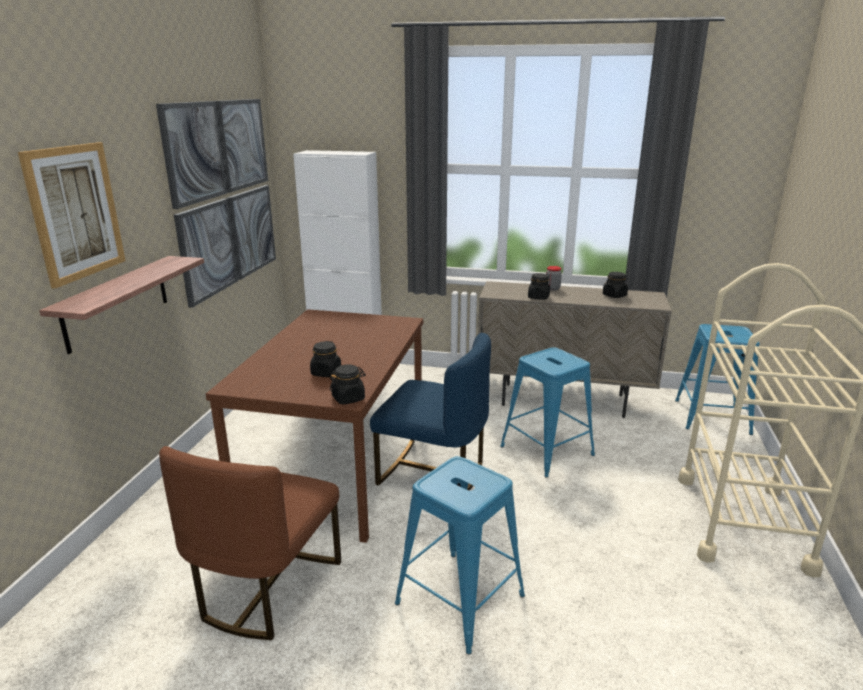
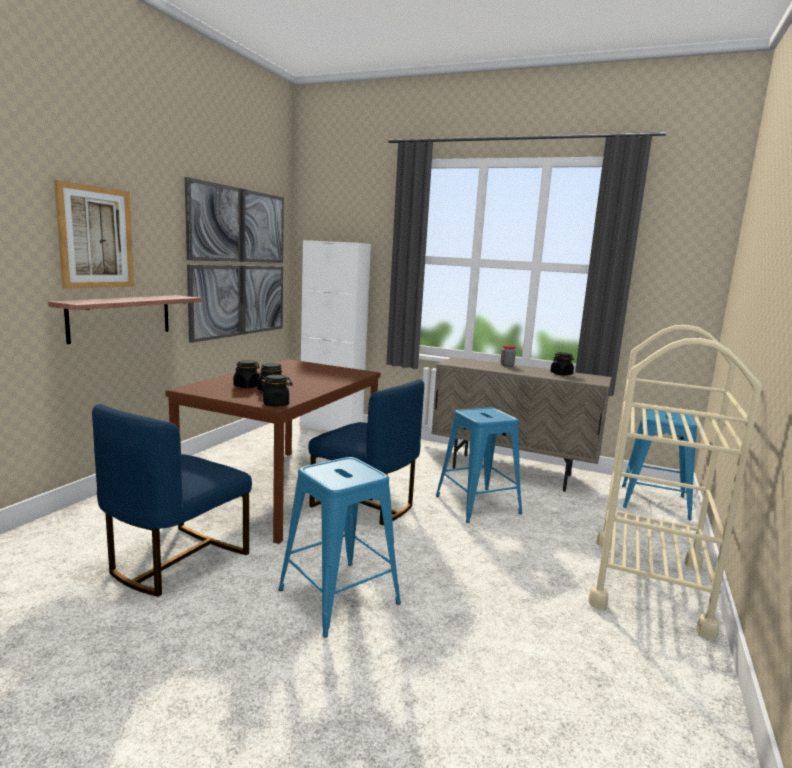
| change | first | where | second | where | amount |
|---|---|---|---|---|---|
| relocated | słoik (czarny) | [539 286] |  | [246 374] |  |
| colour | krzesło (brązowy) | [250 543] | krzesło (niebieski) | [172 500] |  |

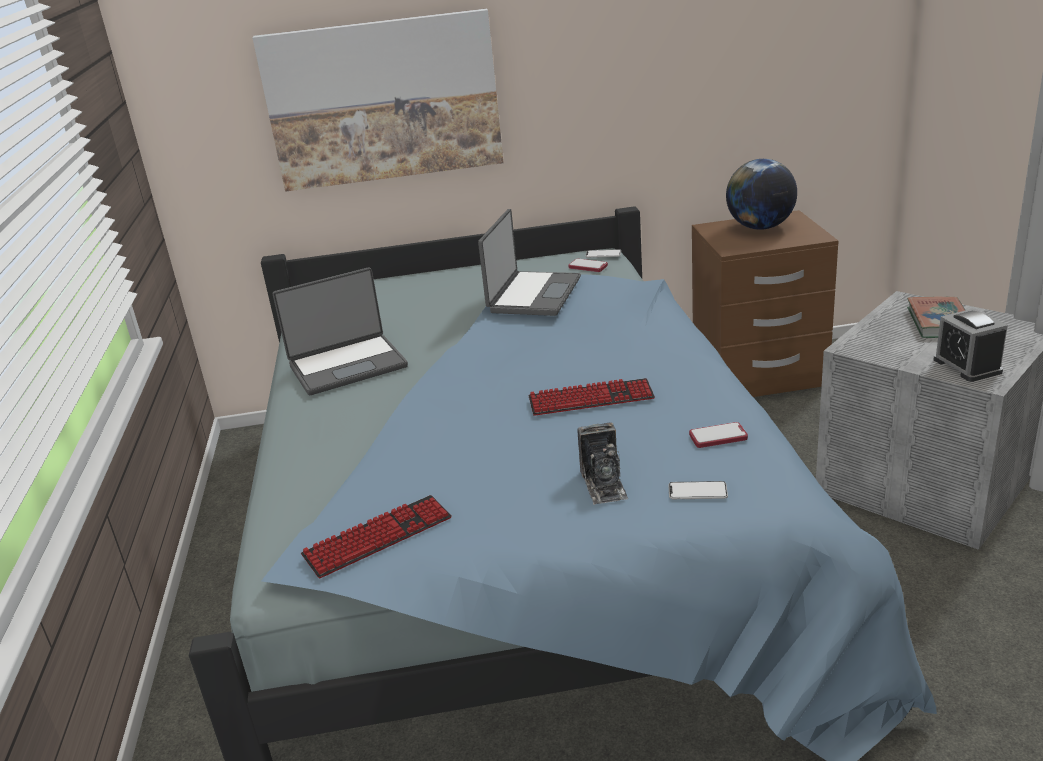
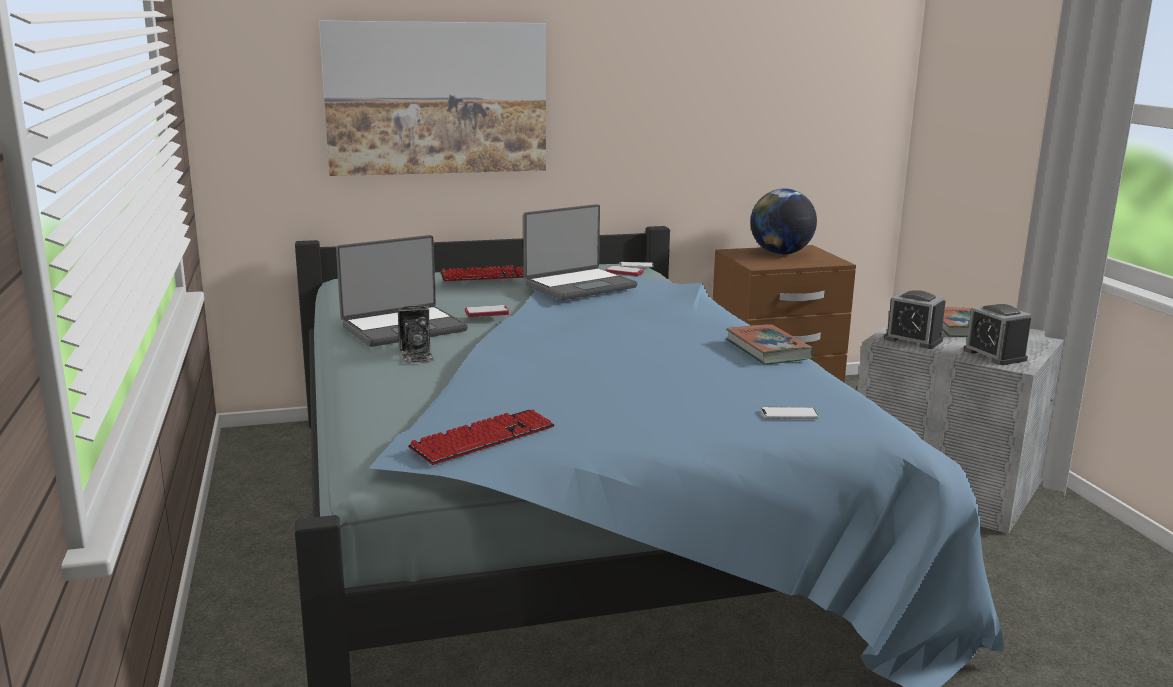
| change | first | where | second | where | amount |
|---|---|---|---|---|---|
| appeared |  |  | książka | [770 344] |  |
| appeared |  |  | budzik | [915 319] |  |
| relocated | klawiatura | [591 397] |  | [482 273] |  |
| relocated | aparat fotograficzny | [602 463] |  | [416 334] |  |
| relocated | telefon | [718 435] |  | [487 311] |  |
| spun | laptop | [529 262] |  | [580 252] | 45 degrees clockwise |

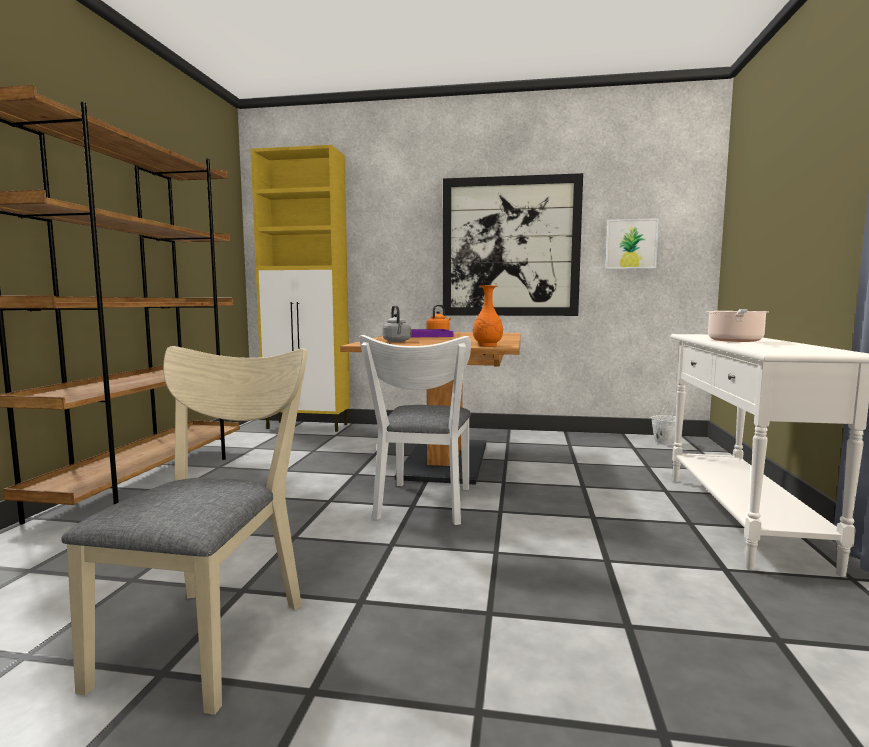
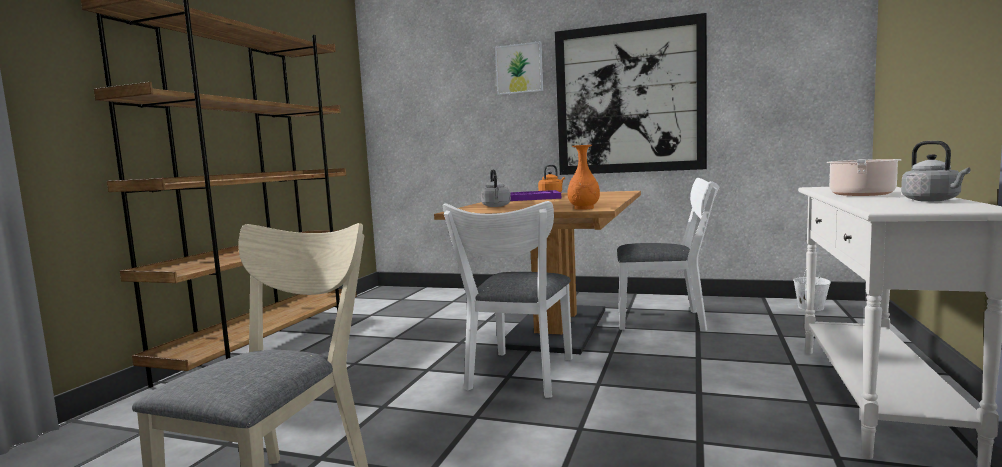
| change | first | where | second | where | amount |
|---|---|---|---|---|---|
| missing | szafka (żółty) | [300 288] |  |  |  |
| appeared |  |  | krzesło (biały) | [668 254] |  |
| appeared |  |  | czajnik (szary) | [935 171] |  |
| relocated | obraz | [632 243] |  | [519 68] |  |

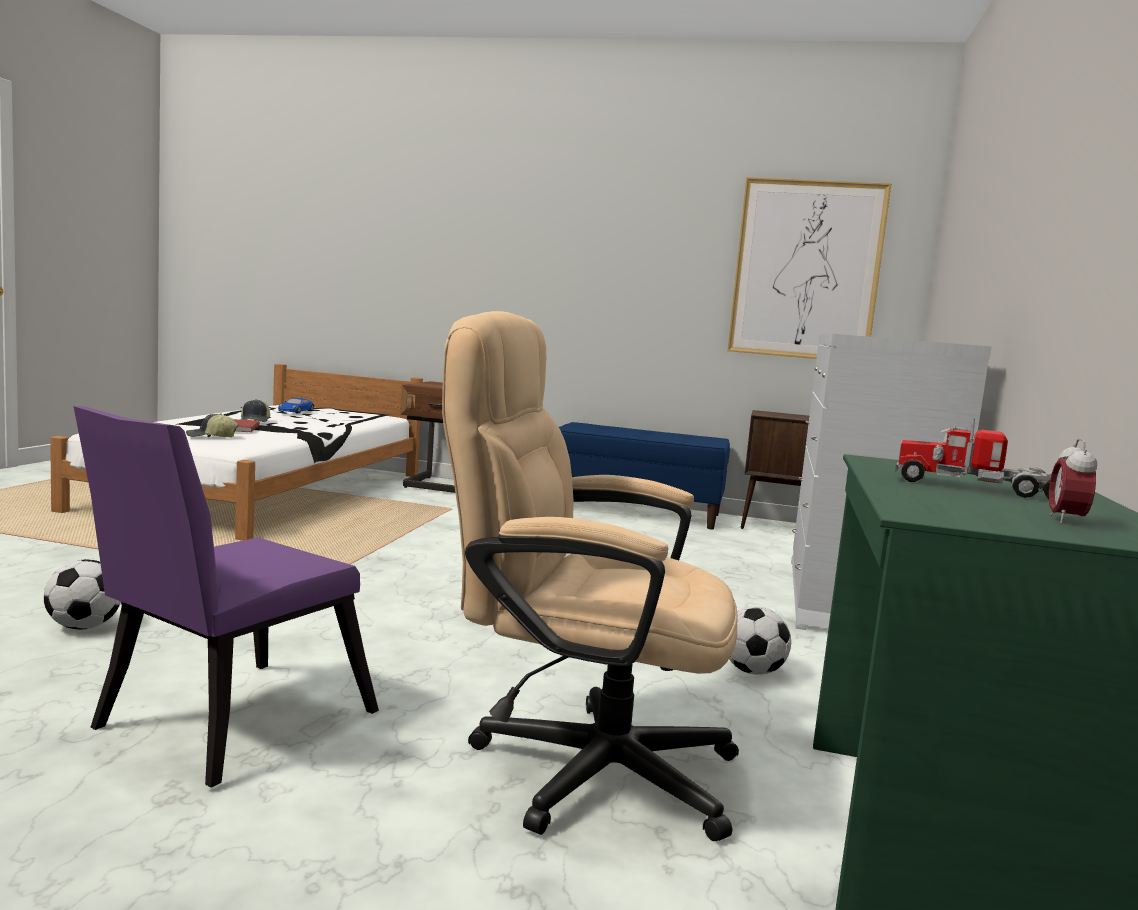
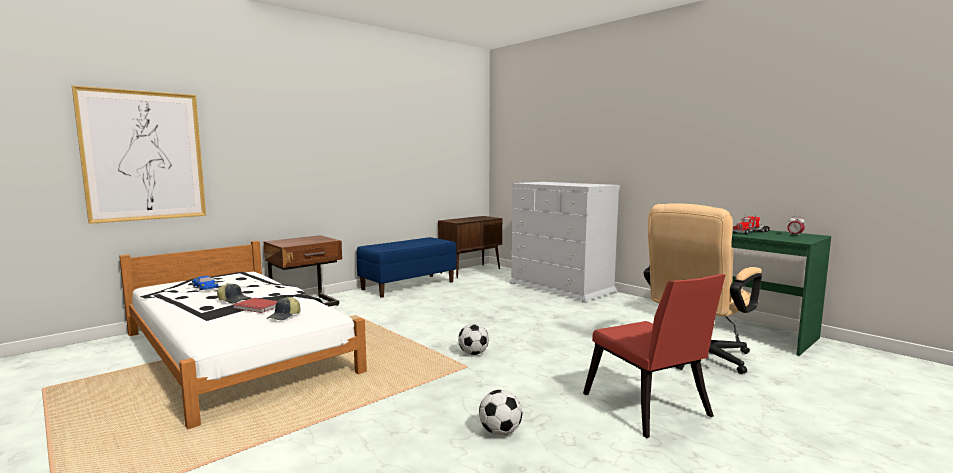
| change | first | where | second | where | amount |
|---|---|---|---|---|---|
| relocated | obraz | [809 268] |  | [139 154] |  |
| relocated | piłka futbolowa | [760 640] |  | [473 339] |  |
| colour | krzesło (fioletowy) | [226 597] | krzesło (czerwony) | [654 356] |  |

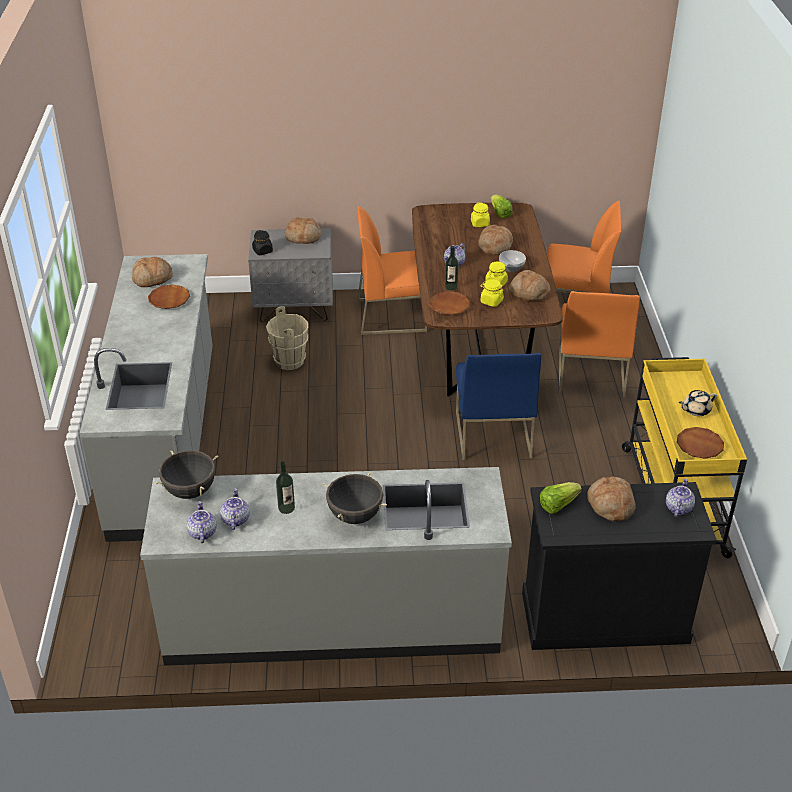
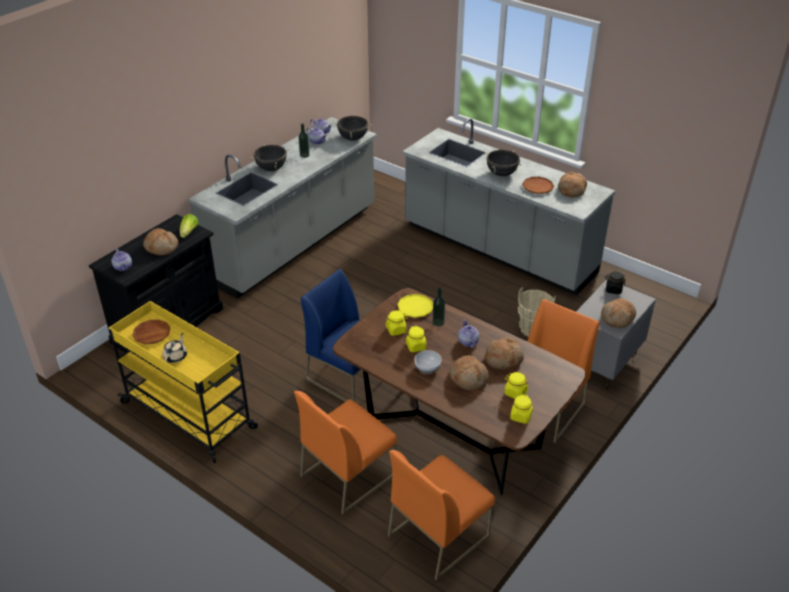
| change | first | where | second | where | amount |
|---|---|---|---|---|---|
| appeared |  |  | garnek (czarny) | [503 163] |  |
| relocated | chleb | [529 285] |  | [504 353] |  |
| exchanged | sałata | [501 206] | słoik (żółty) | [521 409] |  |
| colour | talerz (brązowy) | [449 303] | talerz (żółty) | [415 306] |  |
| spun | krzesło (pomarańczowy) | [599 344] |  | [345 452] | 90 degrees counterclockwise |

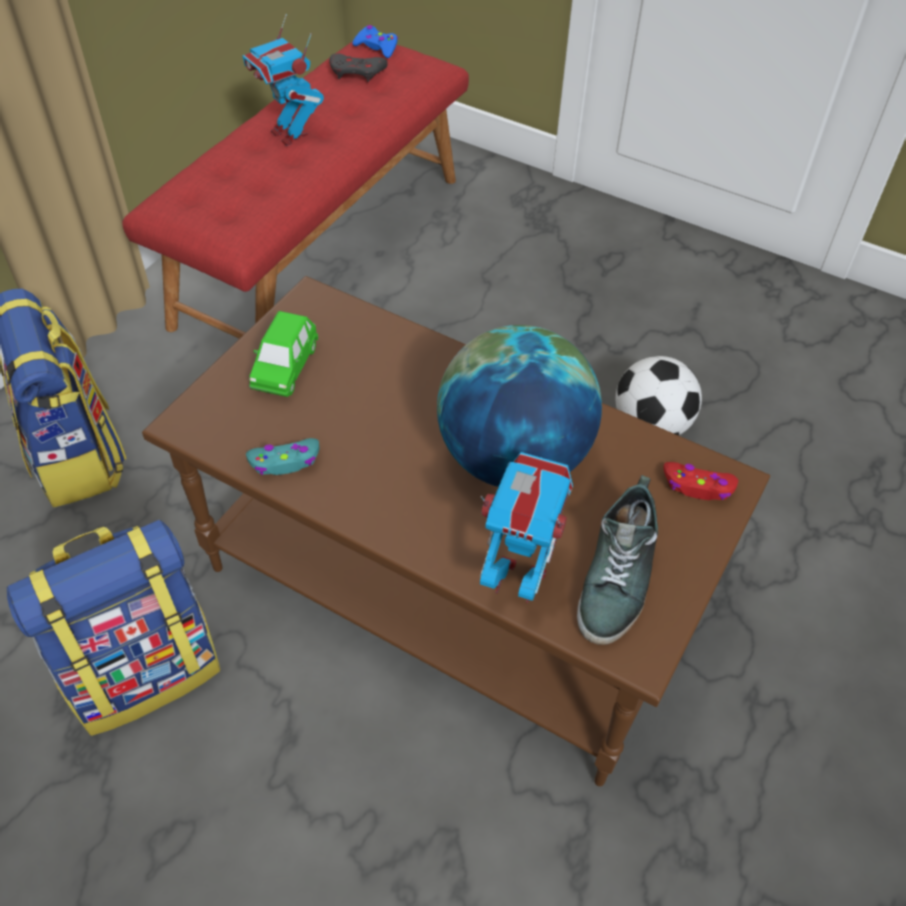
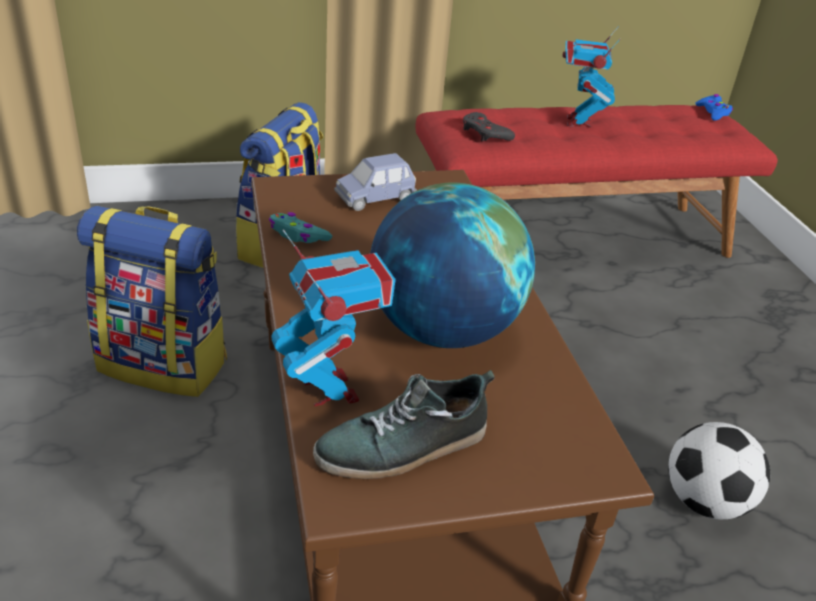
| change | first | where | second | where | amount |
|---|---|---|---|---|---|
| missing | pad do gier (czerwony) | [700 481] |  |  |  |
| relocated | pad do gier (szary) | [358 67] |  | [489 126] |  |
| colour | samochodzik (zielony) | [283 354] | samochodzik (niebieski) | [375 182] |  |

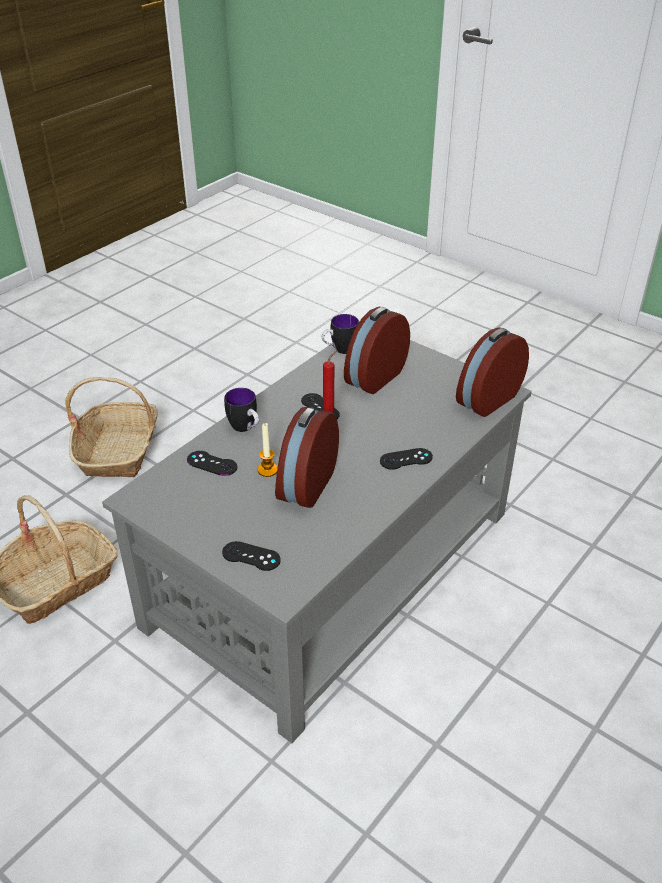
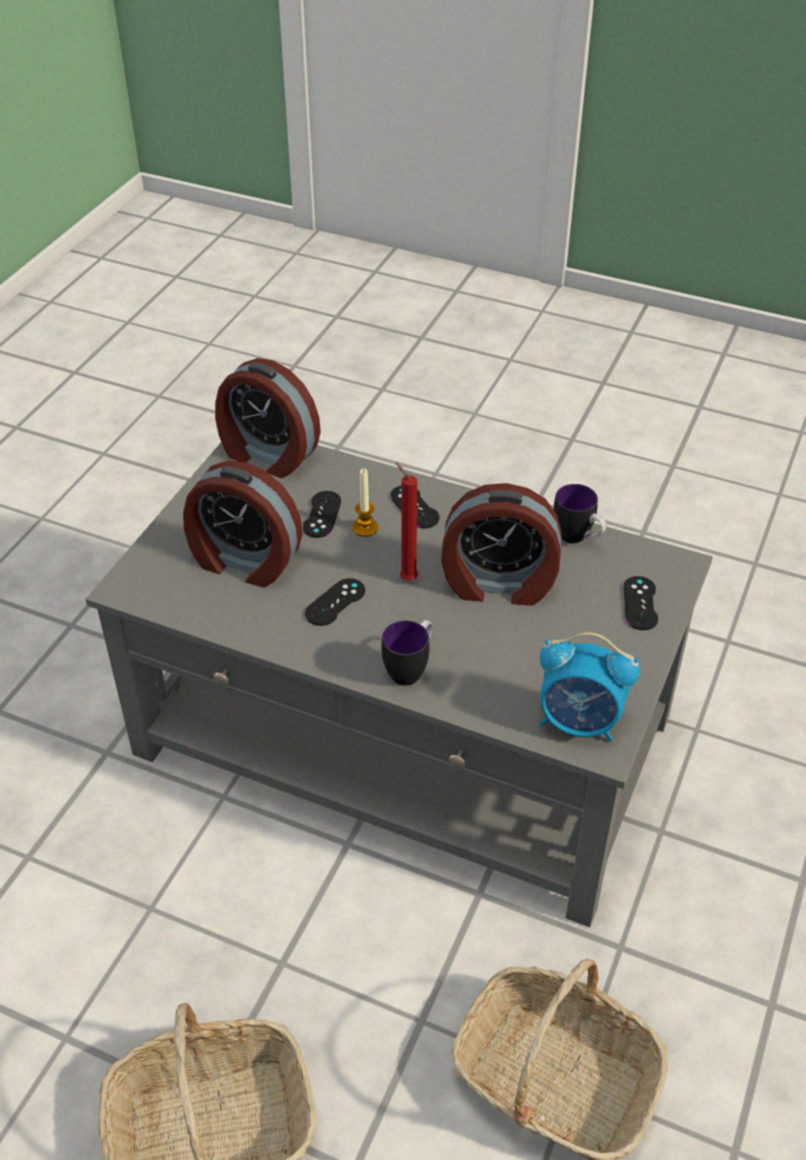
| change | first | where | second | where | amount |
|---|---|---|---|---|---|
| appeared |  |  | budzik | [589 686] |  |
| relocated | pad do gier (czarny) | [212 463] |  | [322 514] |  |
| relocated | świeca | [268 450] |  | [365 502] |  |
| relocated | kubek | [340 334] |  | [579 513] |  |

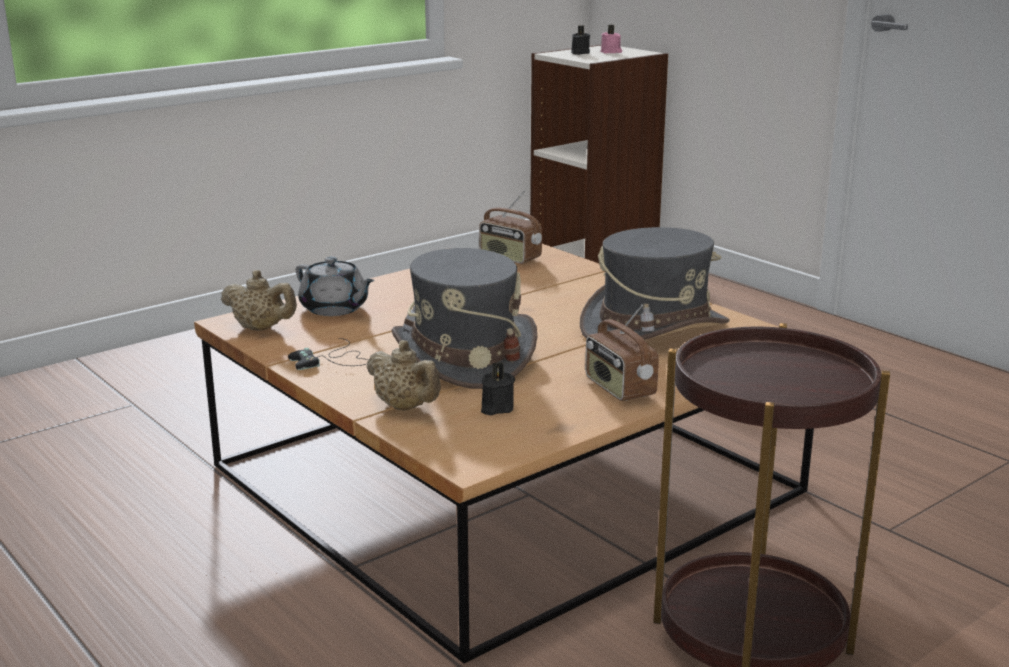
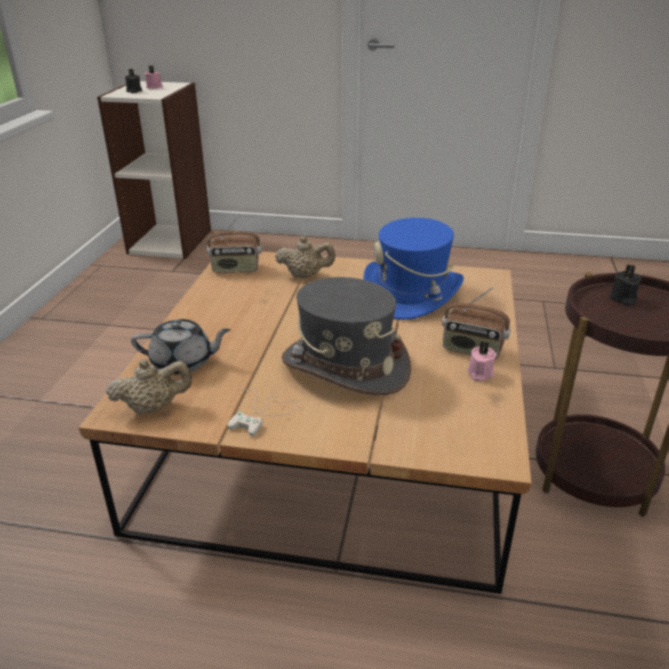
| change | first | where | second | where | amount |
|---|---|---|---|---|---|
| appeared |  |  | świeca (różowy) | [482 361] |  |
| relocated | imbryk (beżowy) | [403 375] |  | [305 257] |  |
| relocated | świeca (czarny) | [498 388] |  | [625 285] |  |
| colour | pad do gier (czarny) | [328 354] | pad do gier (biały) | [263 412] |  |
| colour | kapelusz (szary) | [655 283] | kapelusz (niebieski) | [413 269] |  |

